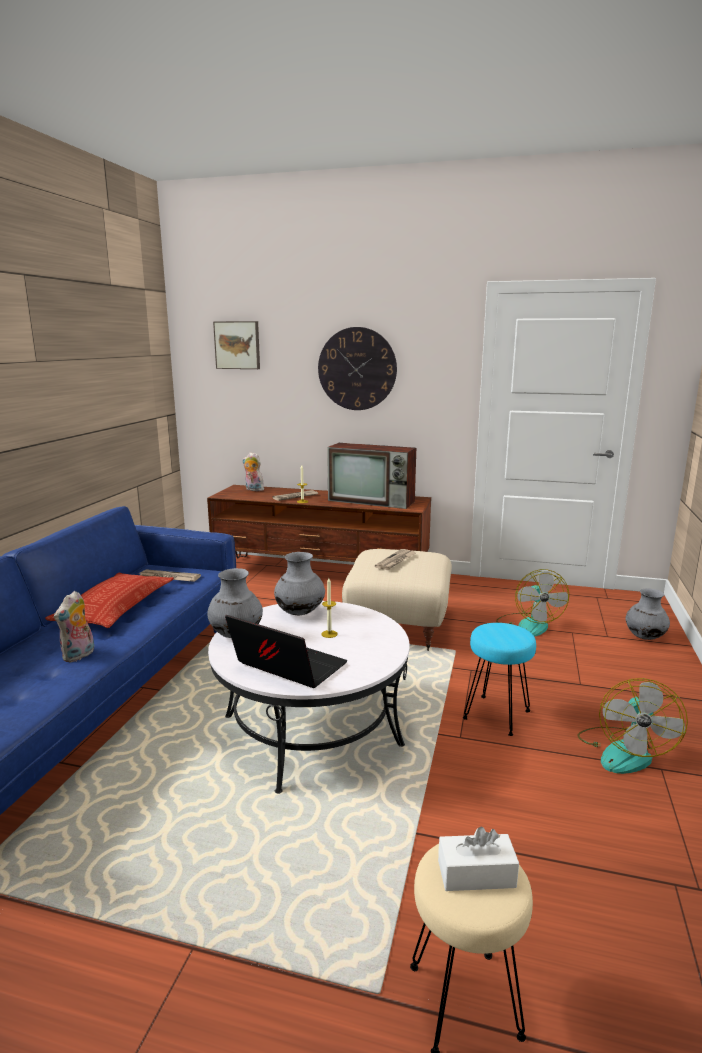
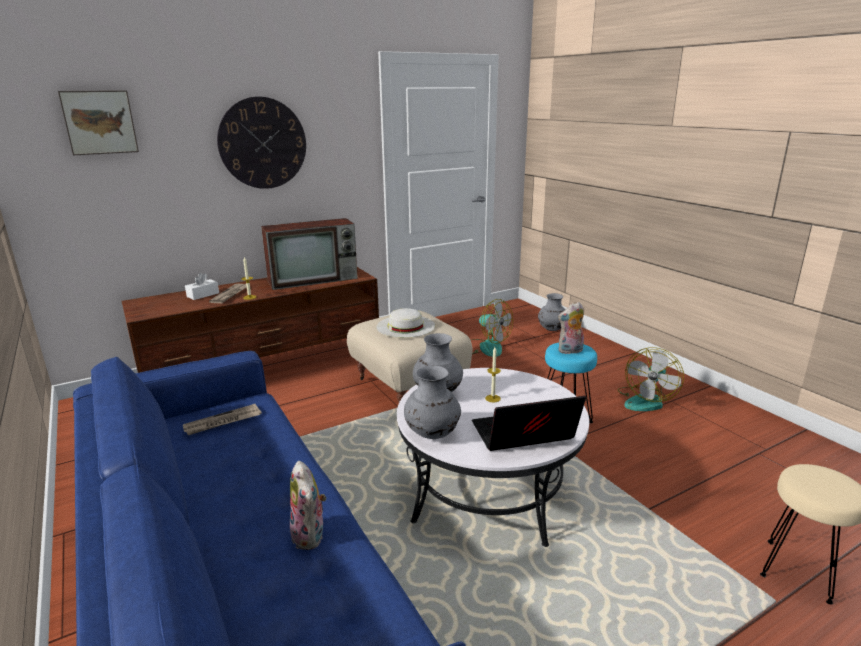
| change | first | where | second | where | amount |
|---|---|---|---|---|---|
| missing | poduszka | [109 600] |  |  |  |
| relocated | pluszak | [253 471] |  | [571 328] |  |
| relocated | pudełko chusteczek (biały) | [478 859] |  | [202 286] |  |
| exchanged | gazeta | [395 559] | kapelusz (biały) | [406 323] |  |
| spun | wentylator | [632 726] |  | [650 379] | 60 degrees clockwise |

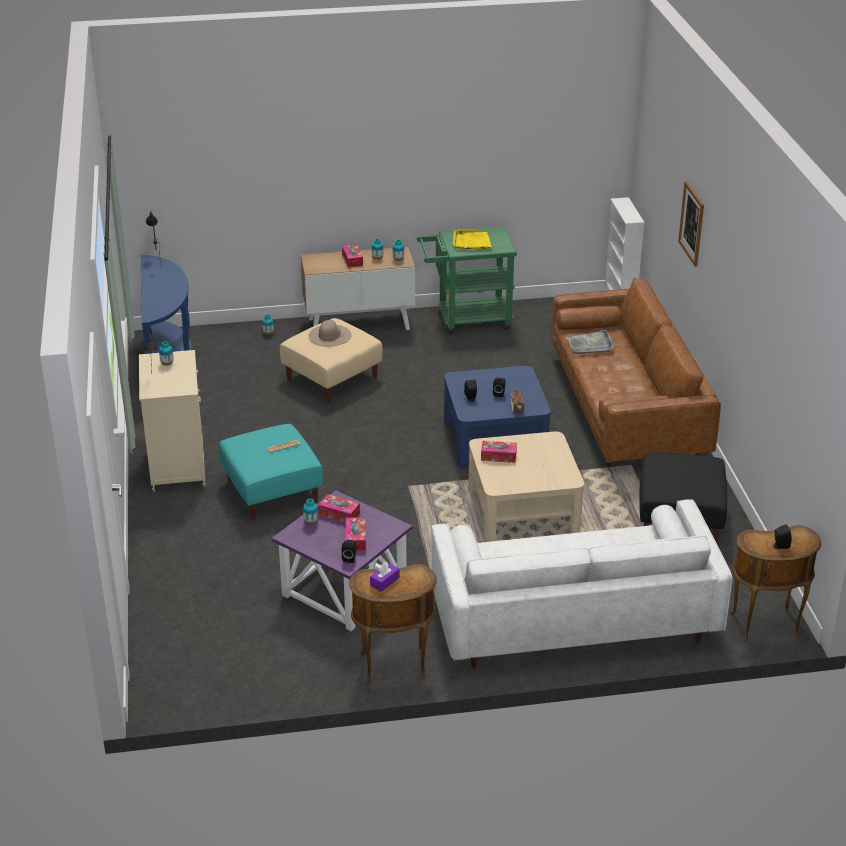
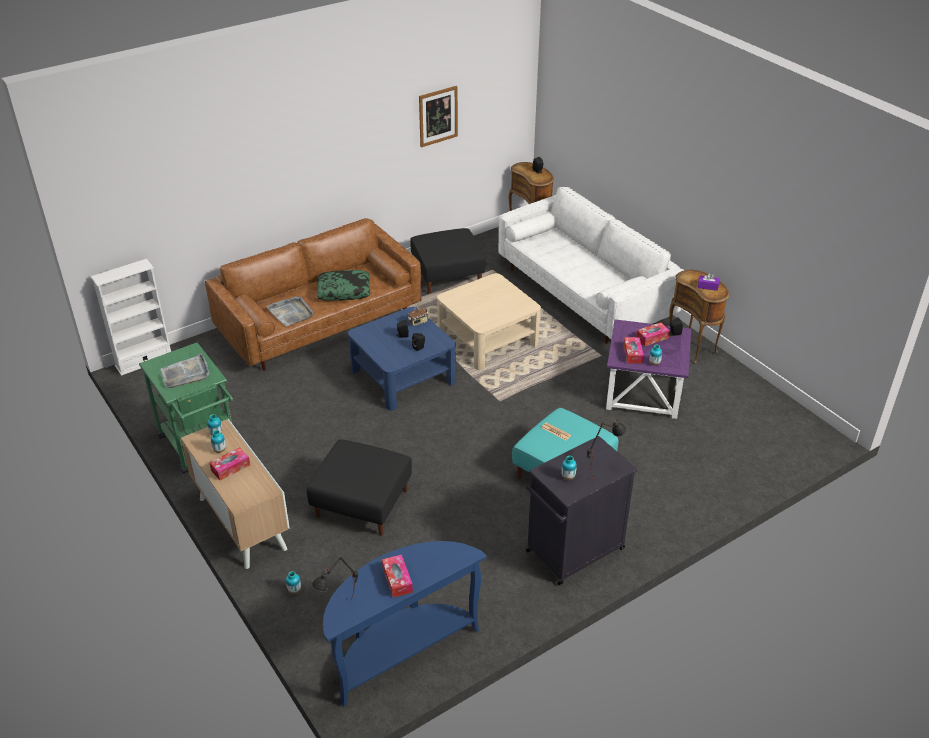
| change | first | where | second | where | amount |
|---|---|---|---|---|---|
| missing | kapelusz (beżowy) | [329 333] |  |  |  |
| appeared |  |  | poduszka | [343 285] |  |
| relocated | pudełko chusteczek | [499 452] |  | [397 576] |  |
| relocated | obraz | [691 224] |  | [438 116] |  |
| colour | szafka (beżowy) | [172 421] | szafka (czarny) | [582 510] |  |
| colour | pufa (beżowy) | [331 360] | pufa (czarny) | [359 487] |  |
| colour | taca (żółty) | [472 239] | taca (szary) | [184 370] |  |

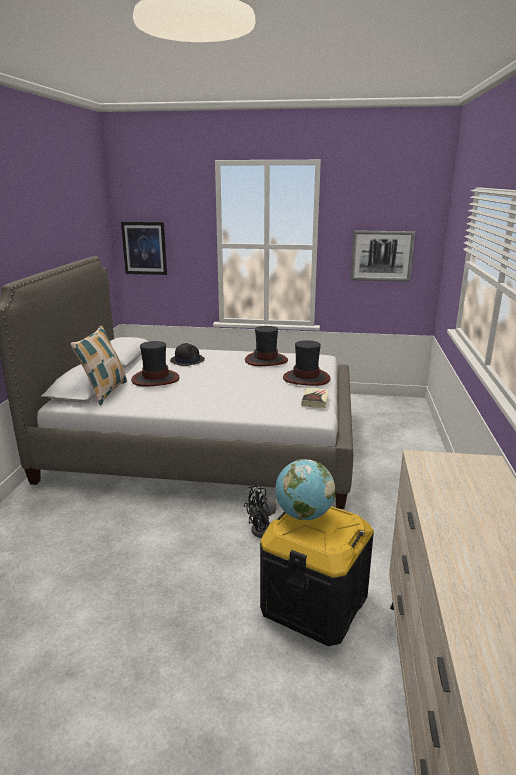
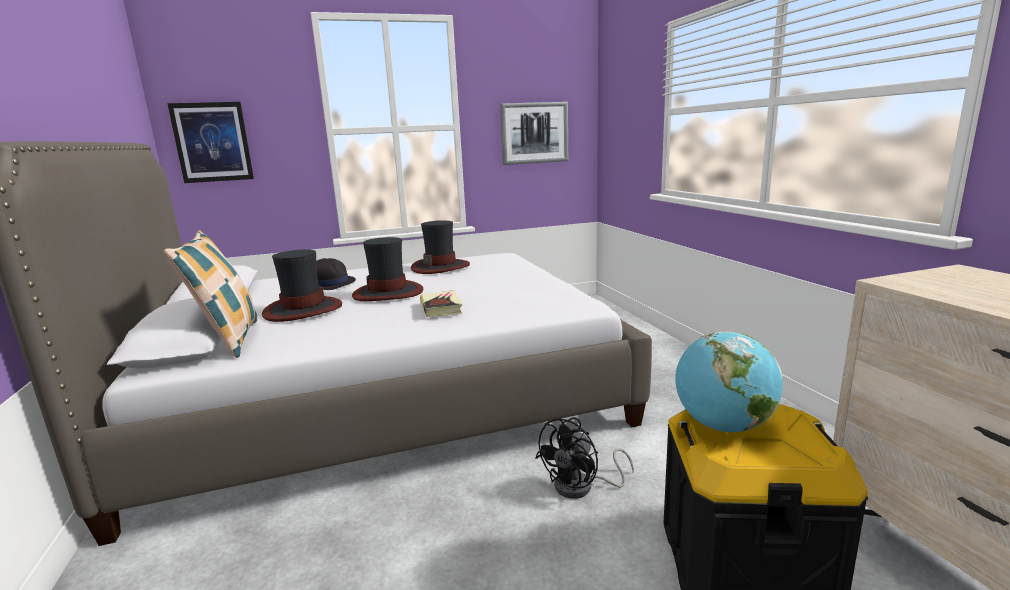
| change | first | where | second | where | amount |
|---|---|---|---|---|---|
| relocated | kapelusz | [307 363] |  | [387 269] |  |
| relocated | książka | [315 398] |  | [441 303] |  |

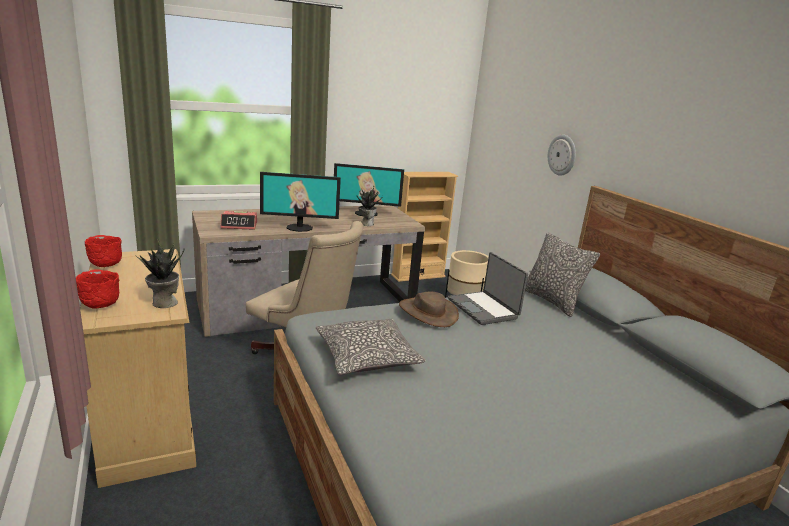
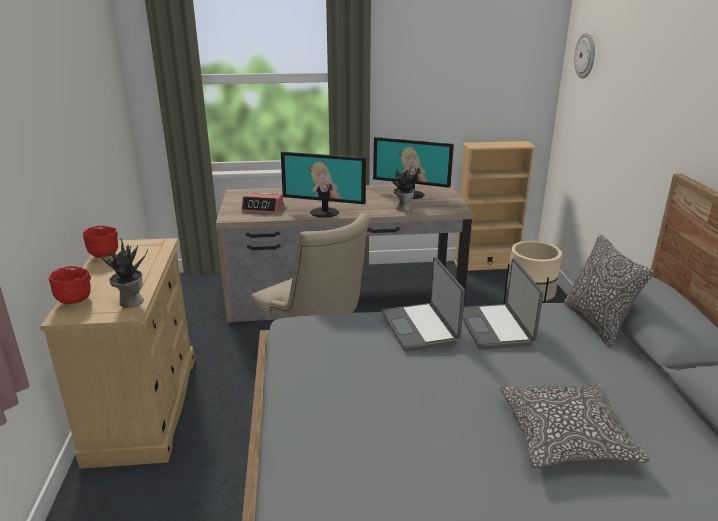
| change | first | where | second | where | amount |
|---|---|---|---|---|---|
| relocated | poduszka | [371 347] |  | [575 426] |  |
| relocated | zegar ścienny | [562 155] |  | [584 55] |  |
| exchanged | kapelusz (brązowy) | [429 309] | laptop | [423 304] |  |

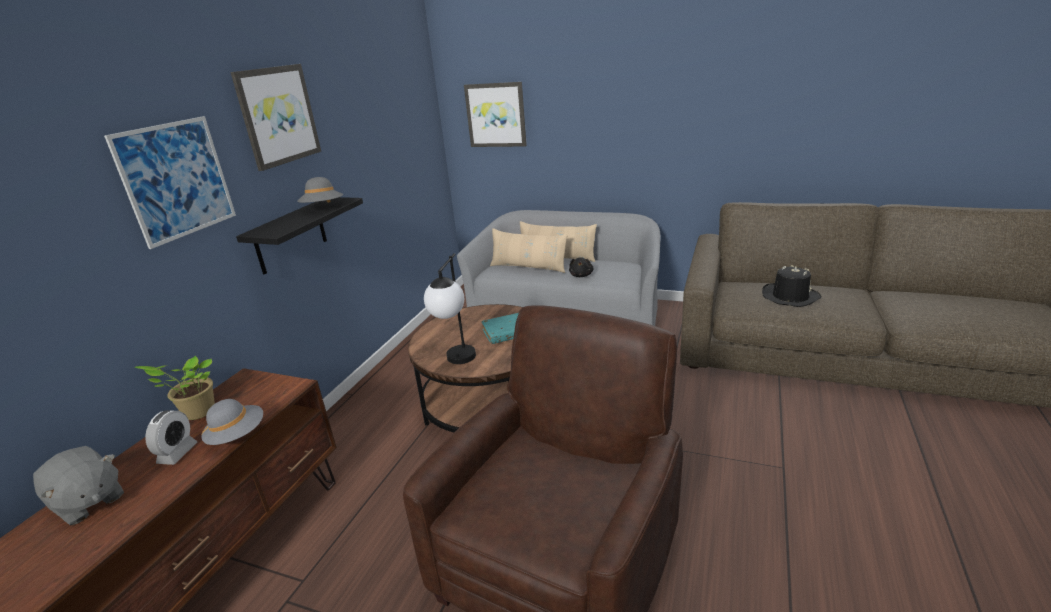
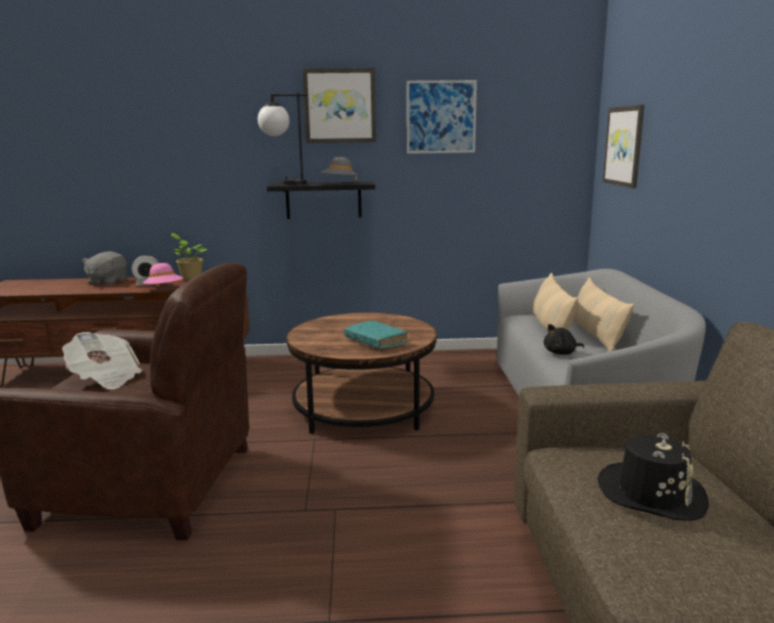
| change | first | where | second | where | amount |
|---|---|---|---|---|---|
| appeared |  |  | gazeta | [102 360] |  |
| relocated | obraz | [170 182] |  | [442 117] |  |
| relocated | lampa stołowa | [450 308] |  | [282 139] |  |
| colour | kapelusz (szary) | [232 422] | kapelusz (różowy) | [163 274] |  |

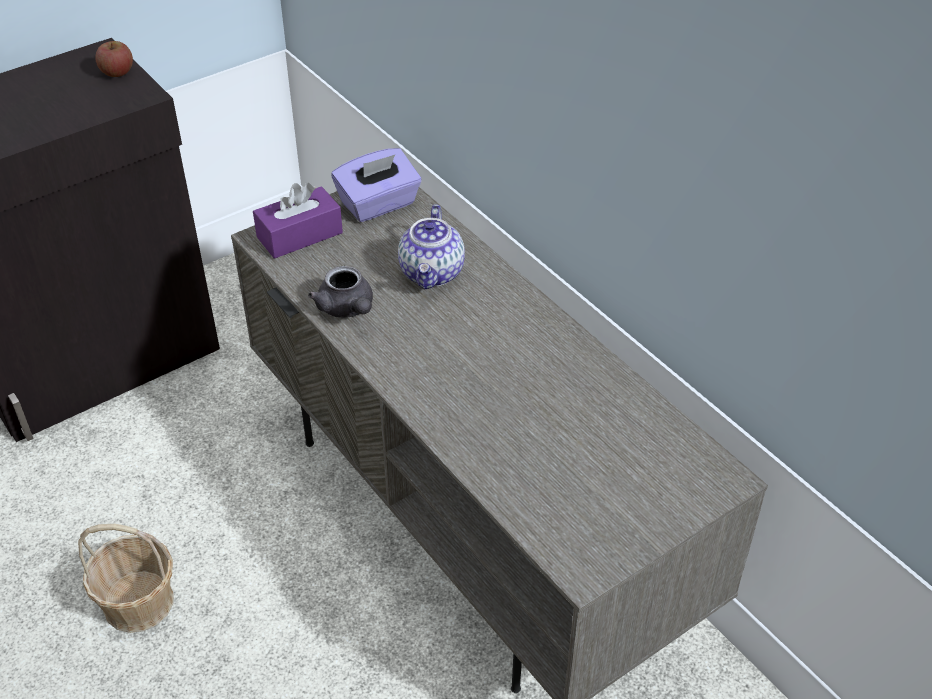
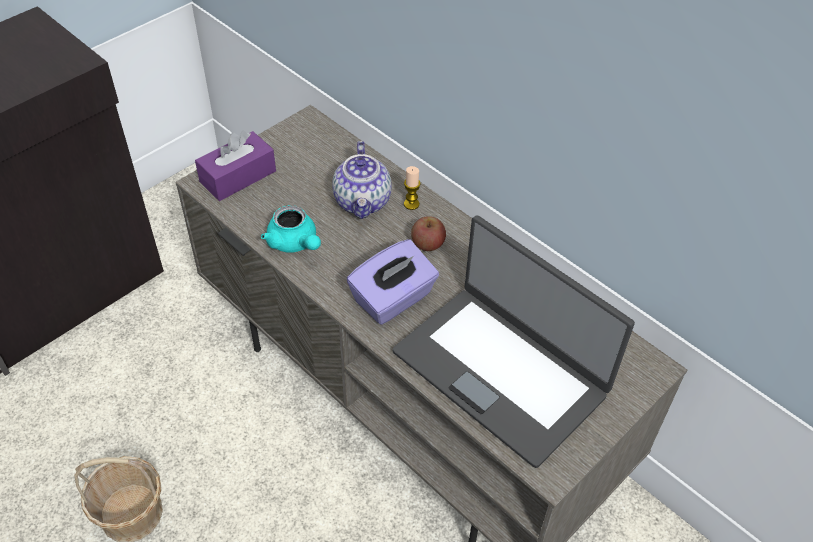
| change | first | where | second | where | amount |
|---|---|---|---|---|---|
| appeared |  |  | laptop | [513 341] |  |
| appeared |  |  | świeca | [412 188] |  |
| relocated | jabłko | [114 59] |  | [428 233] |  |
| relocated | pudełko chusteczek (fioletowy) | [377 185] |  | [393 282] |  |
| colour | imbryk (szary) | [340 292] | imbryk (turkusowy) | [291 228] |  |

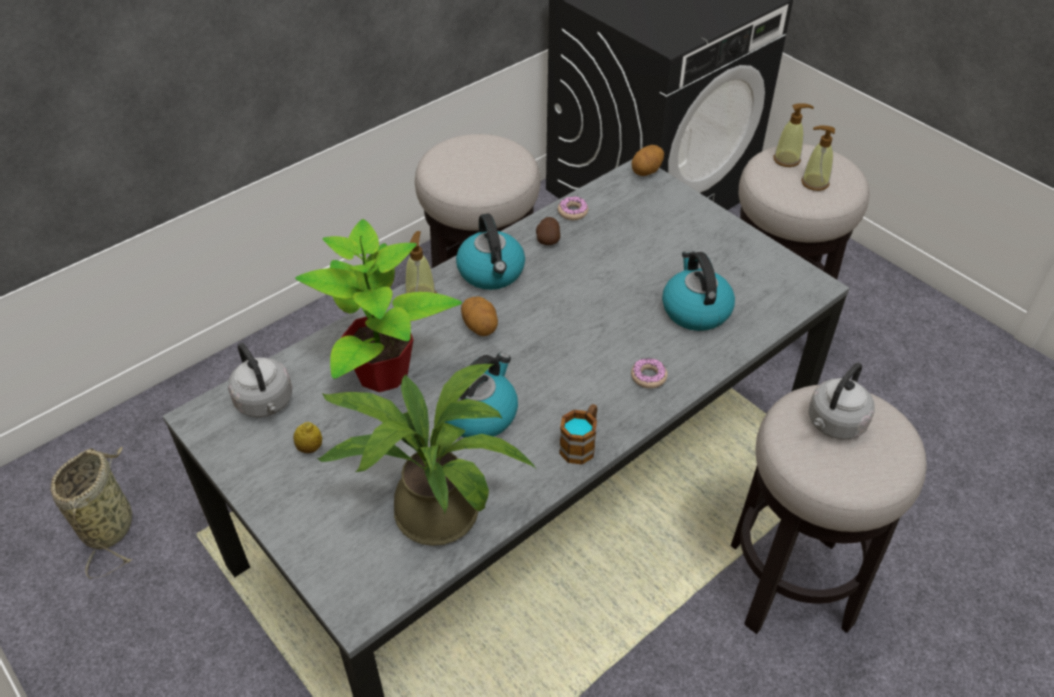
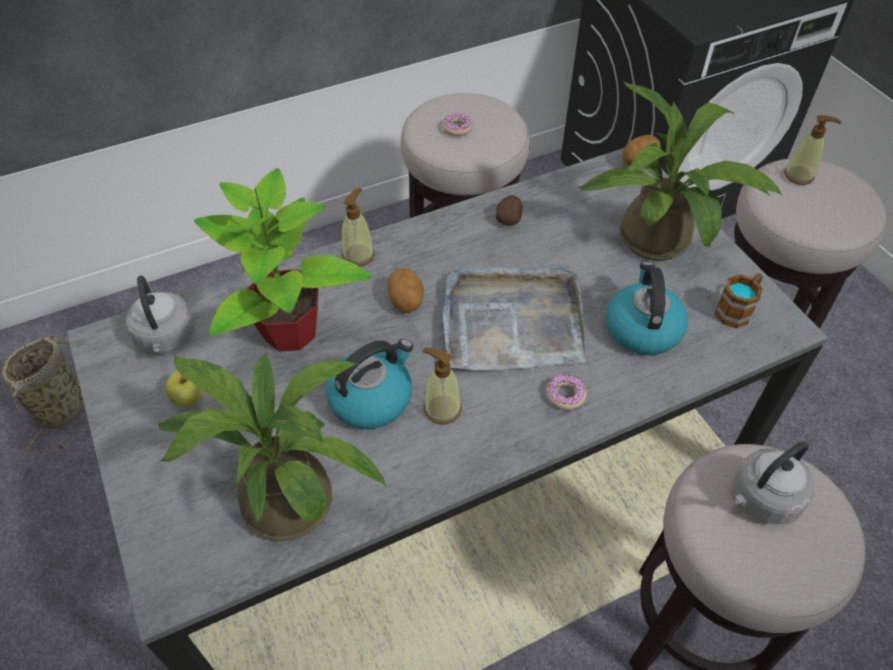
| change | first | where | second | where | amount |
|---|---|---|---|---|---|
| missing | czajnik | [490 252] |  |  |  |
| appeared |  |  | taca (szary) | [514 318] |  |
| appeared |  |  | roślina doniczkowa | [680 171] |  |
| relocated | donut | [573 208] |  | [457 124] |  |
| relocated | kubek | [578 434] |  | [739 301] |  |
| relocated | dozownik mydła | [818 158] |  | [442 386] |  |
| exchanged | cytryna | [307 437] | jabłko | [184 388] |  |

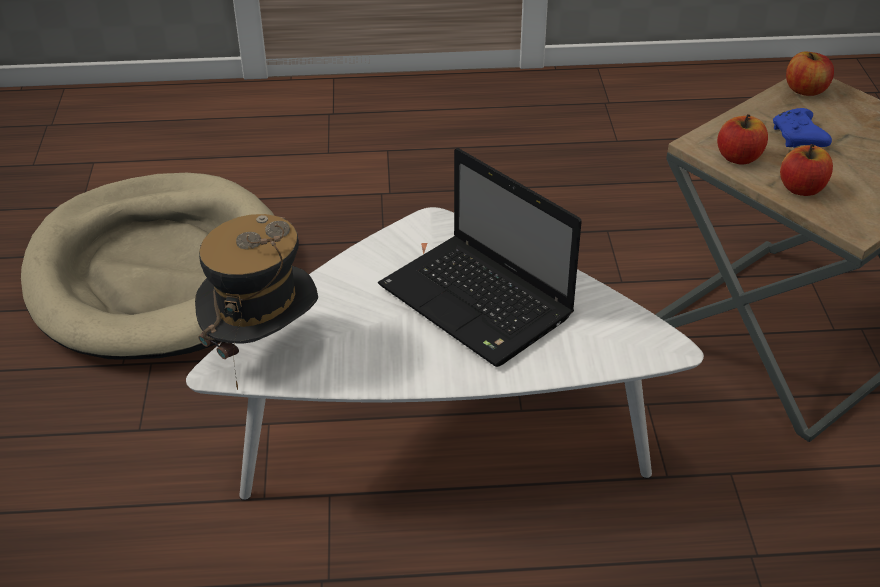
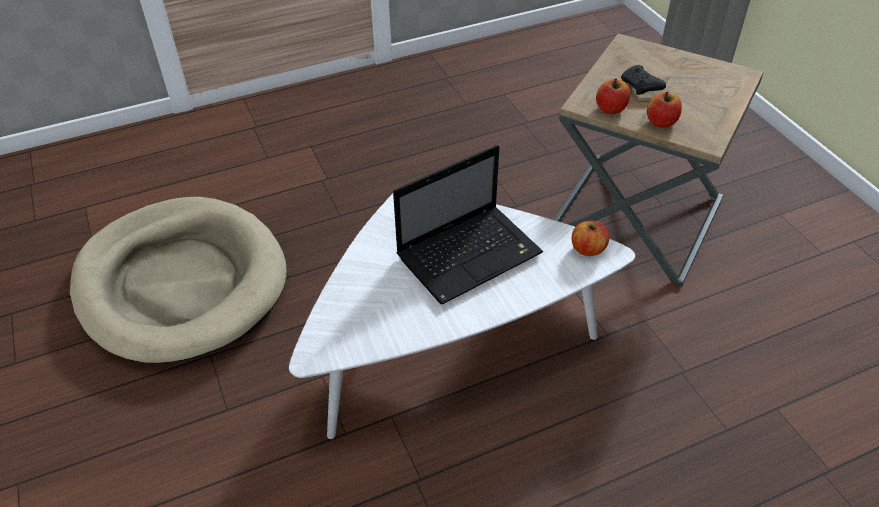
| change | first | where | second | where | amount |
|---|---|---|---|---|---|
| missing | kapelusz | [256 302] |  |  |  |
| relocated | jabłko | [810 74] |  | [590 238] |  |
| colour | pad do gier (niebieski) | [802 128] | pad do gier (czarny) | [643 80] |  |
| spun | laptop | [480 257] |  | [468 225] | 60 degrees counterclockwise |

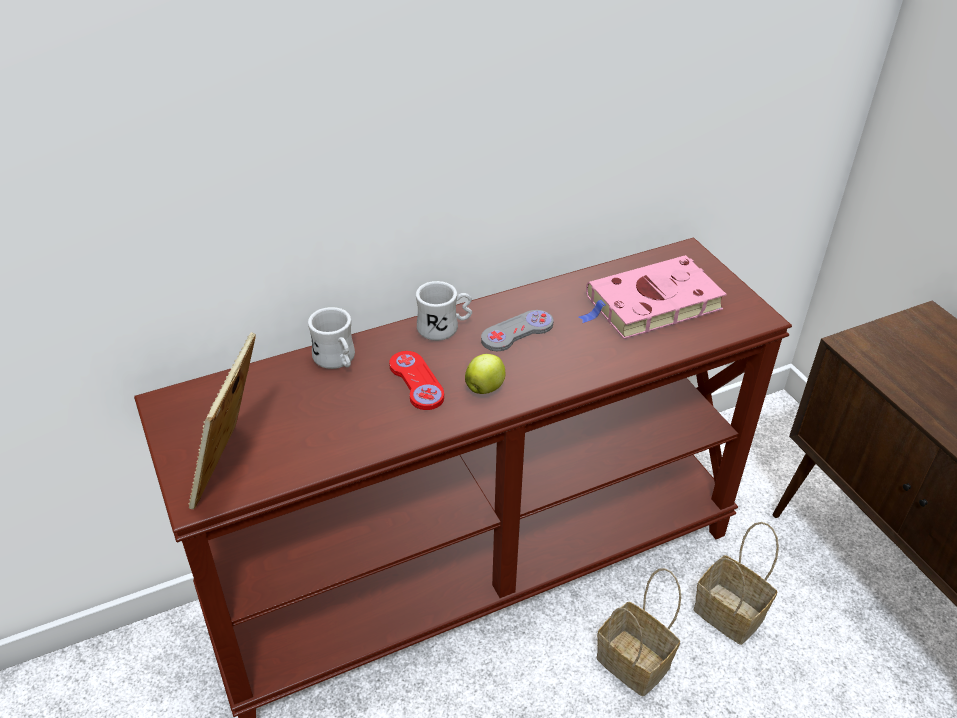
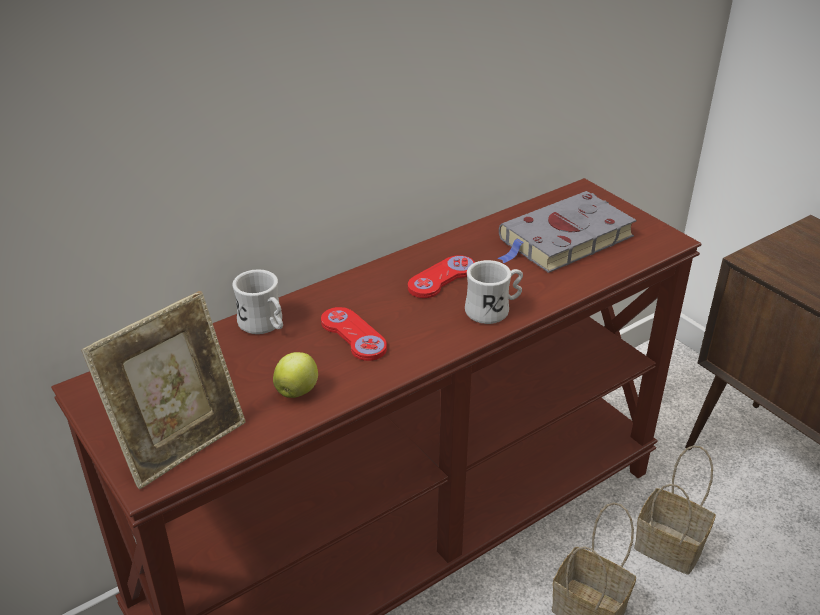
| change | first | where | second | where | amount |
|---|---|---|---|---|---|
| relocated | kubek (biały) | [444 311] |  | [494 292] |  |
| relocated | jabłko | [485 374] |  | [295 375] |  |
| colour | pad do gier (szary) | [517 330] | pad do gier (czerwony) | [441 276] |  |
| colour | książka (różowy) | [652 297] | książka (szary) | [567 232] |  |
| spun | ramka na zdjęcie | [222 420] |  | [163 390] | 135 degrees counterclockwise |

